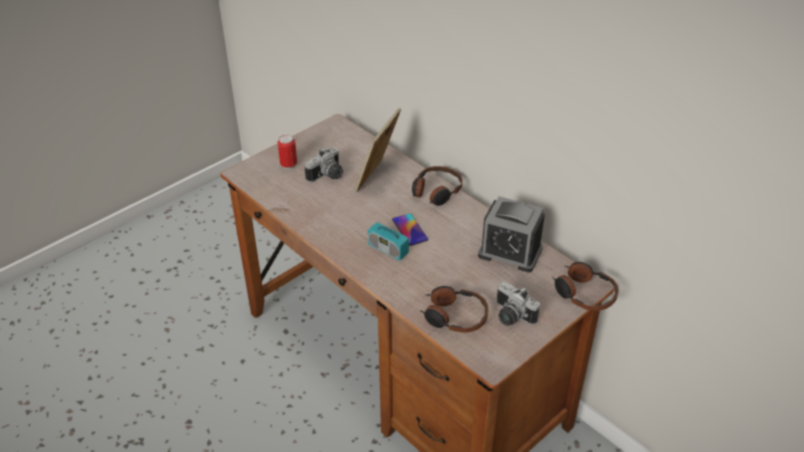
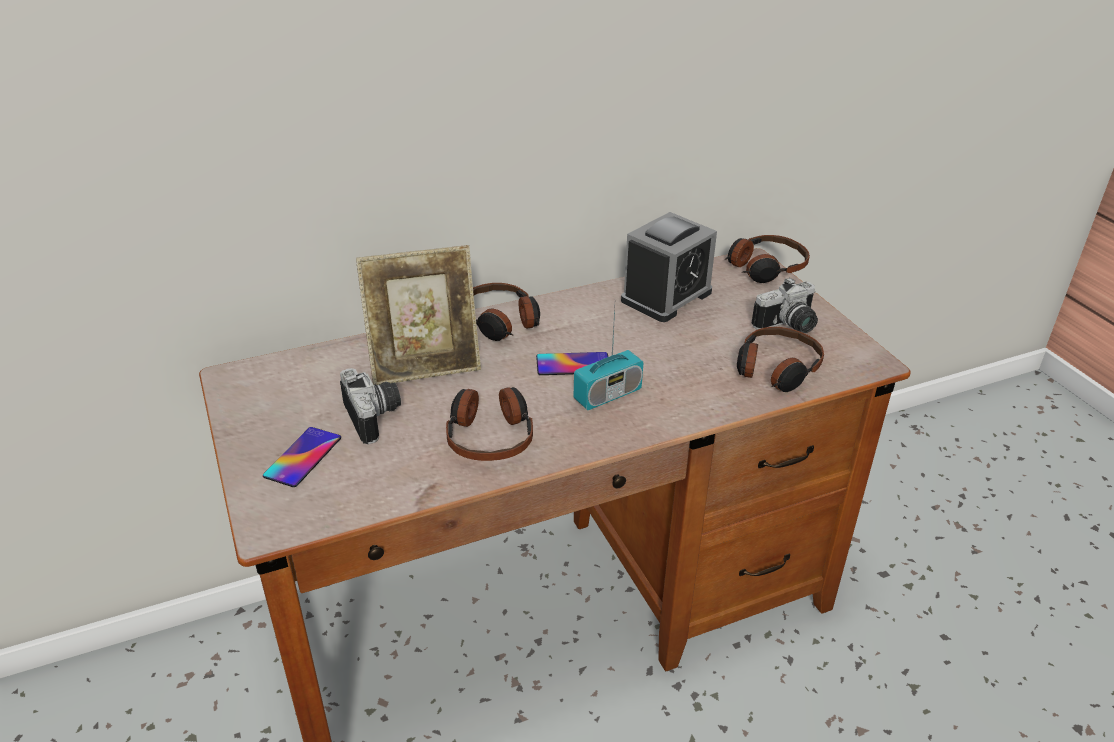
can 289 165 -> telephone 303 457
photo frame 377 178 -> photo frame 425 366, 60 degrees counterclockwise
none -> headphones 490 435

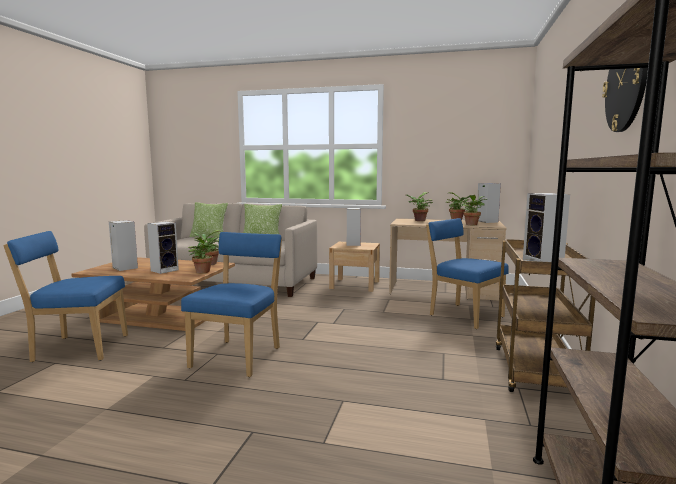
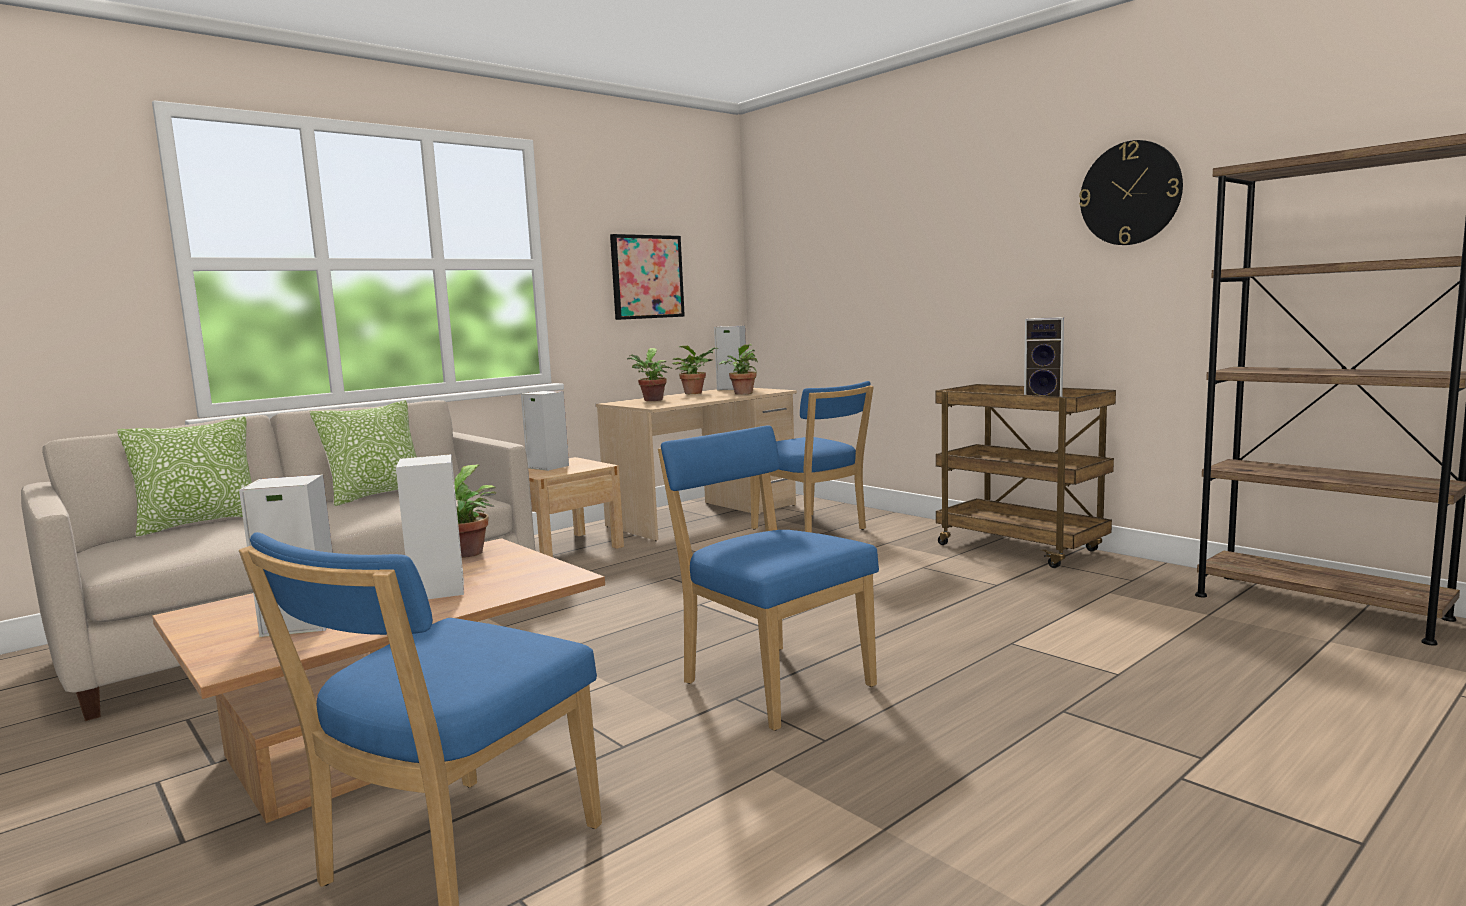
none -> wall picture 647 277
plain chair/bluish 463 315 -> plain chair/bluish 812 530, 120 degrees counterclockwise
potted plant 204 271 -> none

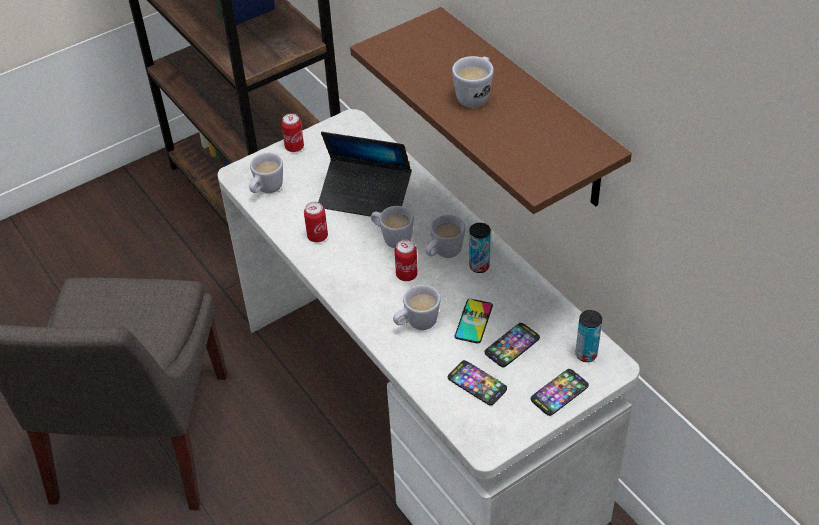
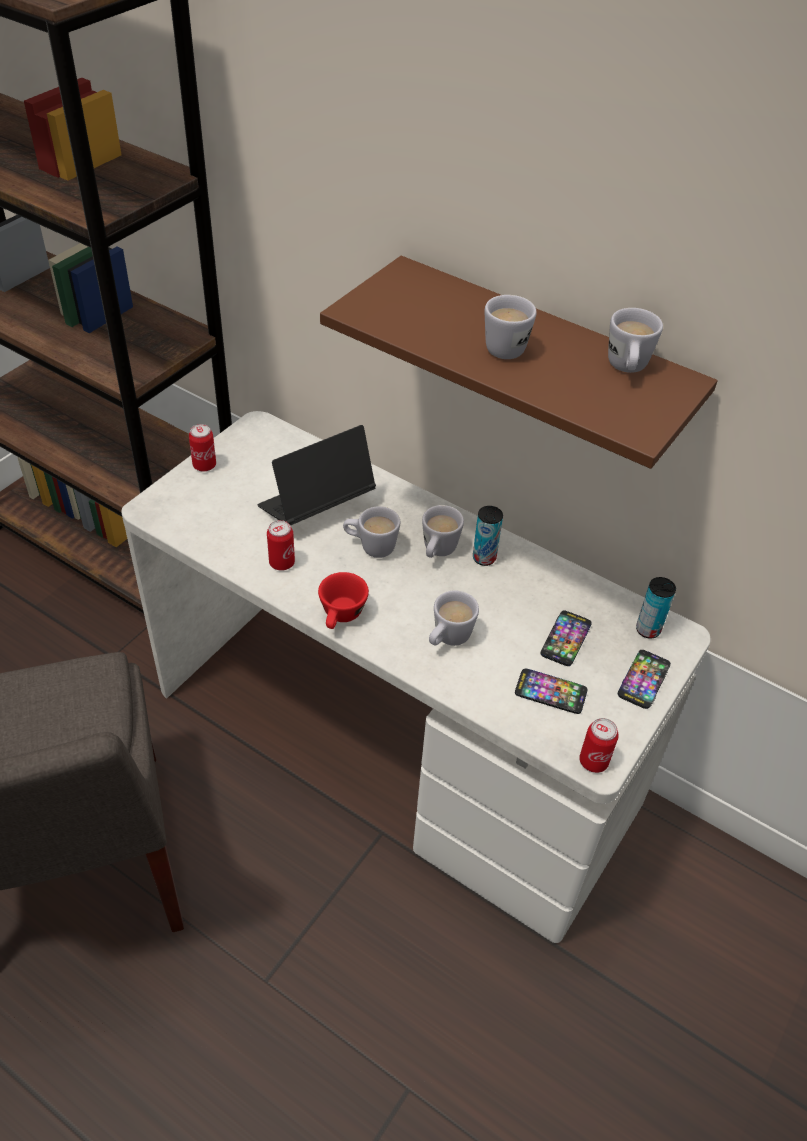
portable computer 365 196 -> portable computer 316 506, 150 degrees clockwise
none -> cup/reddish 341 616
can 406 275 -> can 593 761, relocated
coffee mug/white 266 190 -> coffee mug/white 626 369, relocated
telephone 473 321 -> none

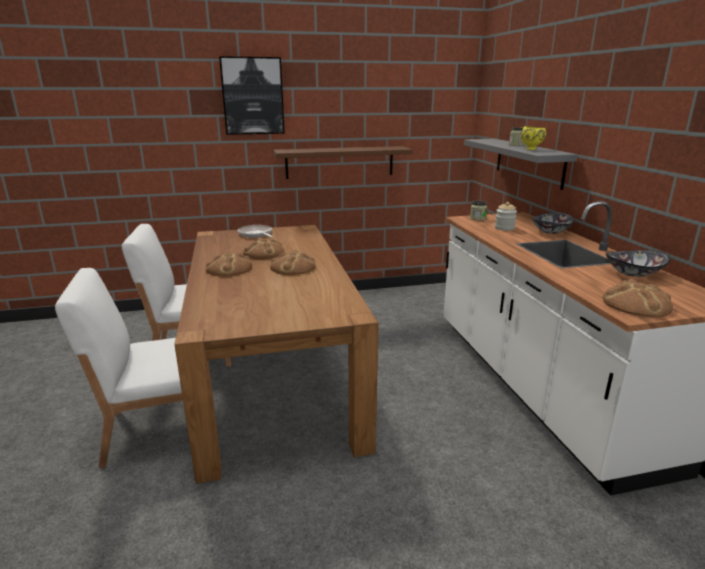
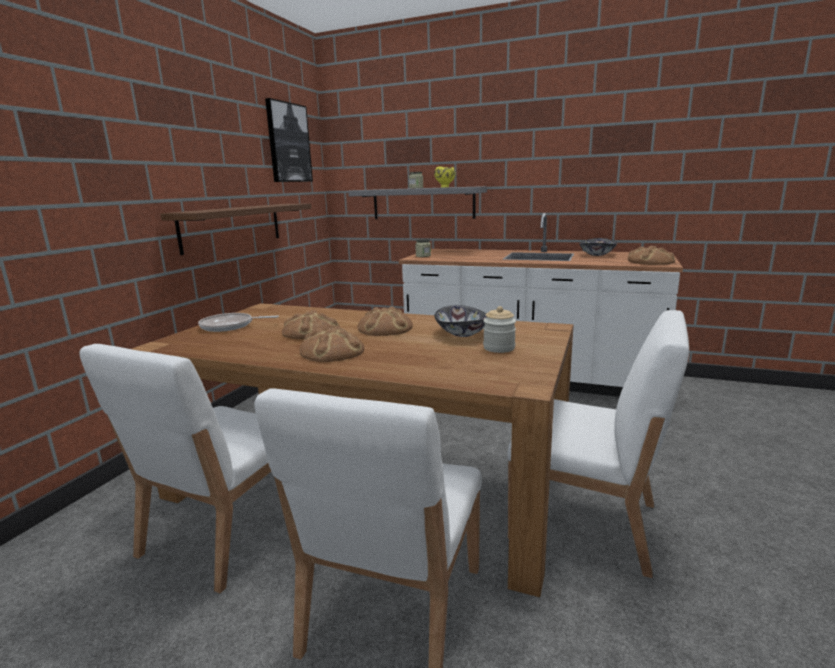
wall picture 252 96 -> wall picture 288 143, relocated
deep dish 551 231 -> deep dish 463 333, relocated
preserve jar 504 228 -> preserve jar 499 348, relocated
none -> plain chair/white 586 522

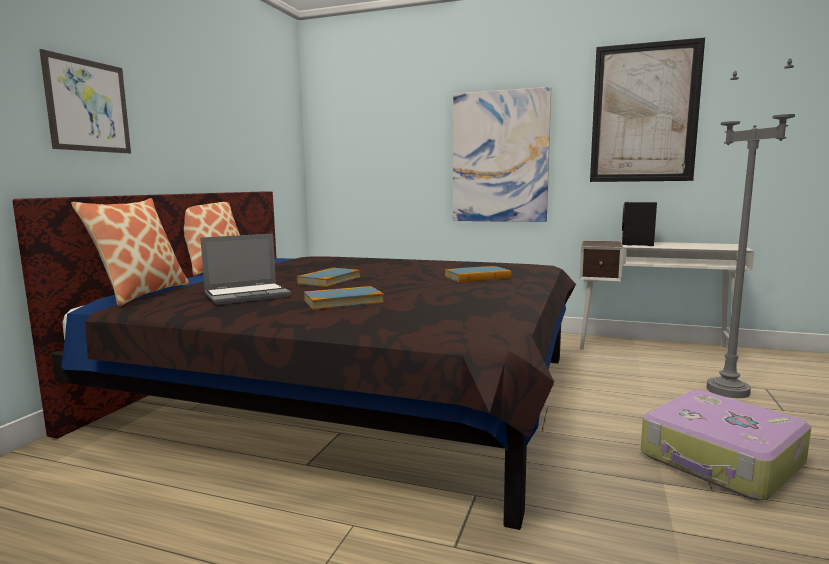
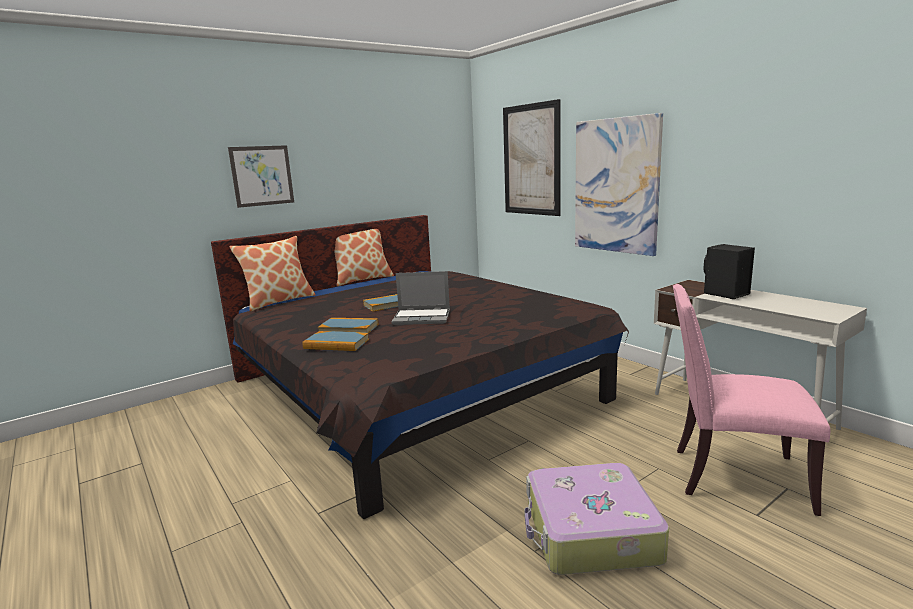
bound book 477 277 -> bound book 336 344, relocated
portable computer 248 295 -> portable computer 422 318, relocated
wall picture 644 113 -> wall picture 531 160, relocated
standard lamp/gray 727 390 -> plain chair/pink 733 477

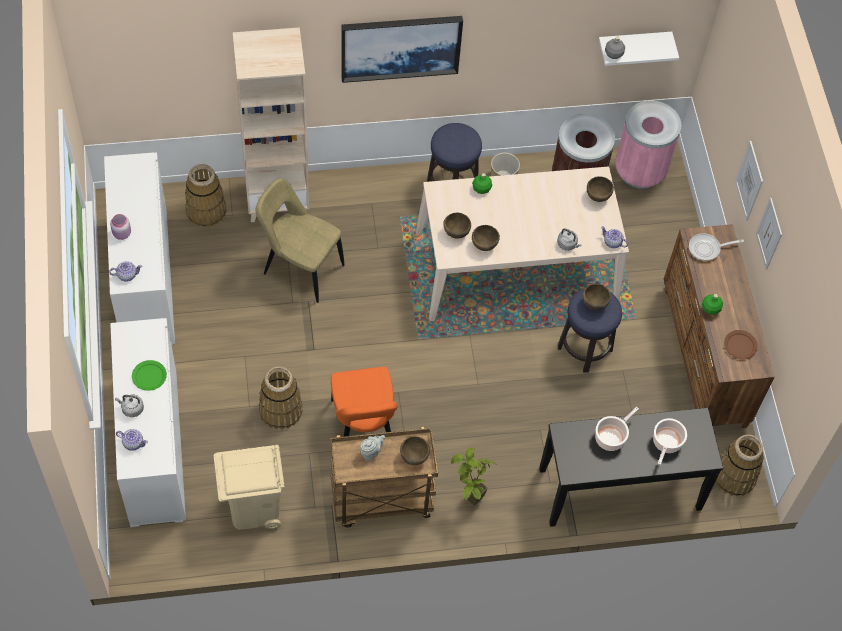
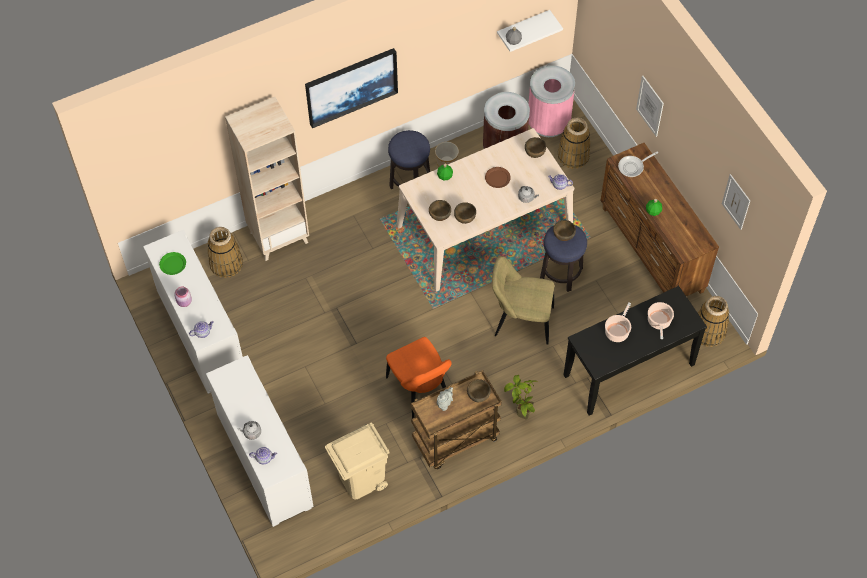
flat dish/green-coloured 149 376 -> flat dish/green-coloured 173 264, relocated
flat dish/brown 740 345 -> flat dish/brown 497 178, relocated
plain chair/beige-coloured 300 268 -> plain chair/beige-coloured 520 321, relocated
basket 281 410 -> basket 573 156, relocated
wall picture 769 233 -> wall picture 736 202, relocated

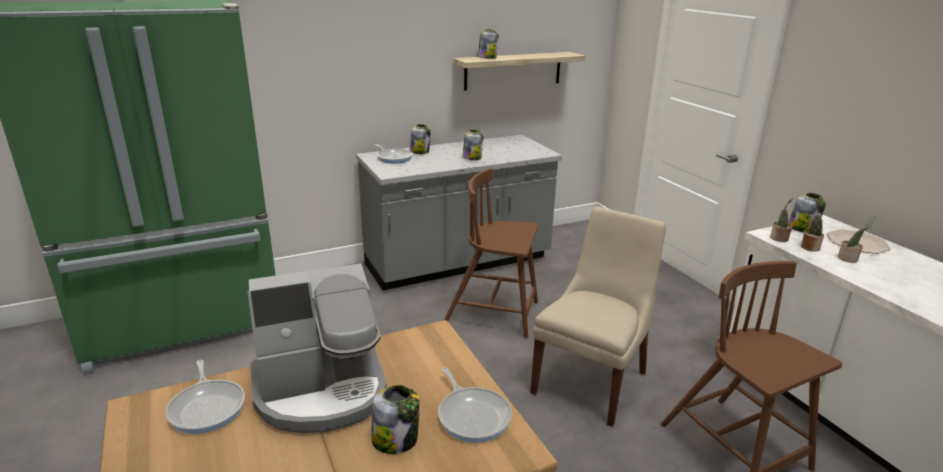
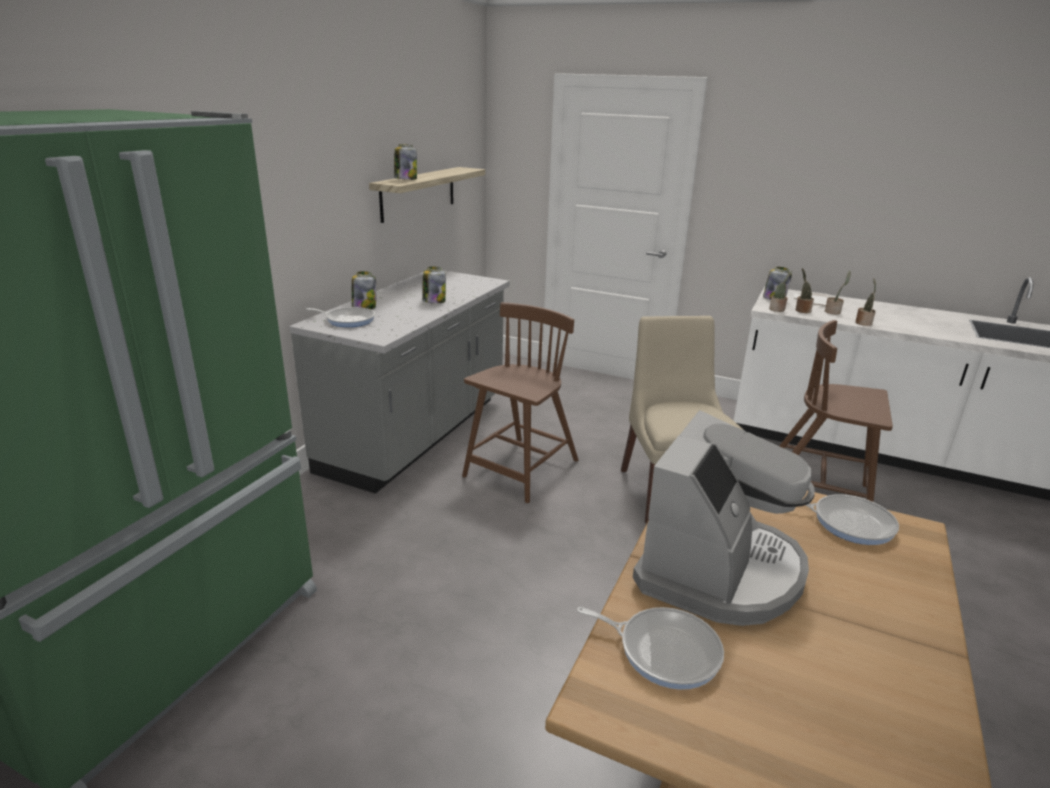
plain chair/brown 493 314 -> plain chair/brown 520 470, 150 degrees clockwise
none -> potted plant 863 323
preserve jar 396 439 -> none

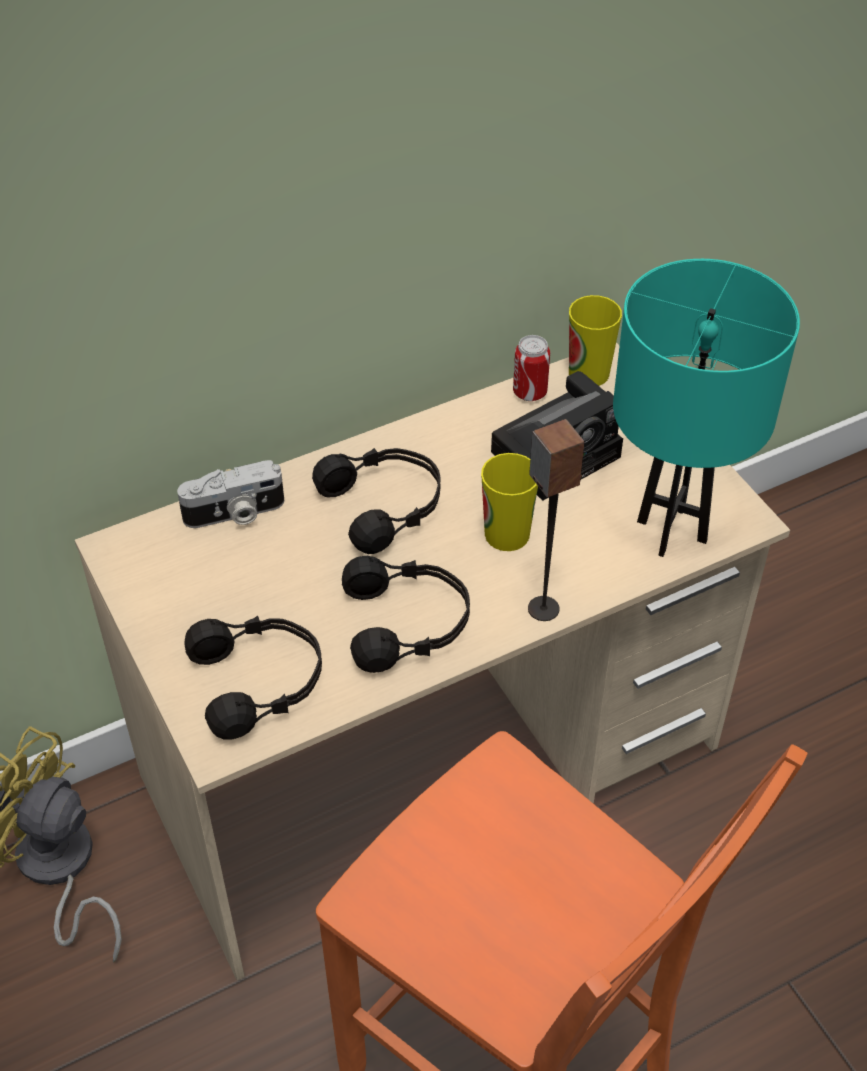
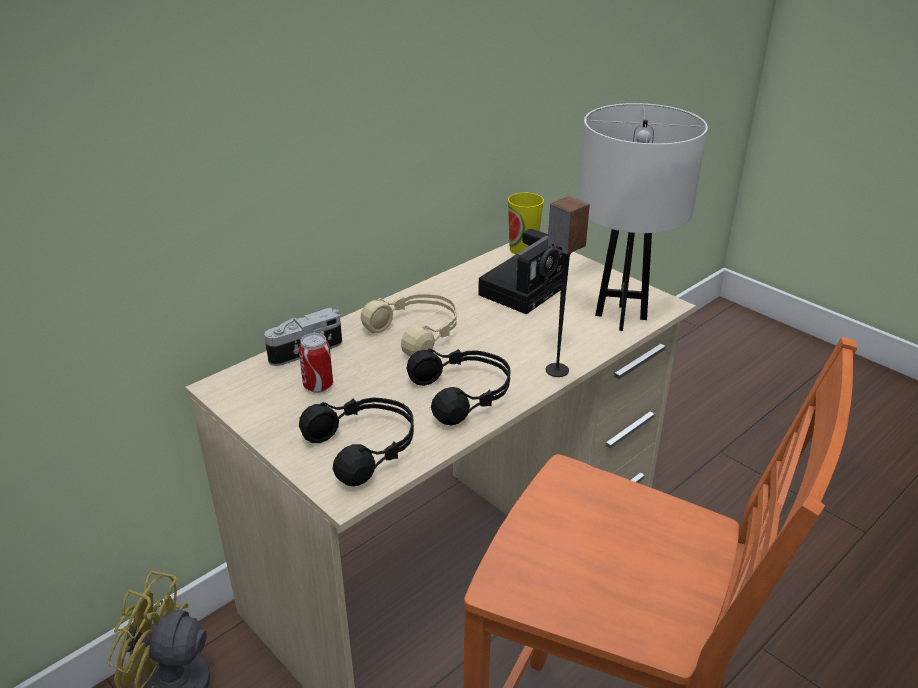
can 530 392 -> can 318 386, relocated
headphones/black 385 506 -> headphones/beige-coloured 417 333
lamp for a table/turquoise-coloured 671 531 -> lamp for a table/white 620 317
cup 507 534 -> none

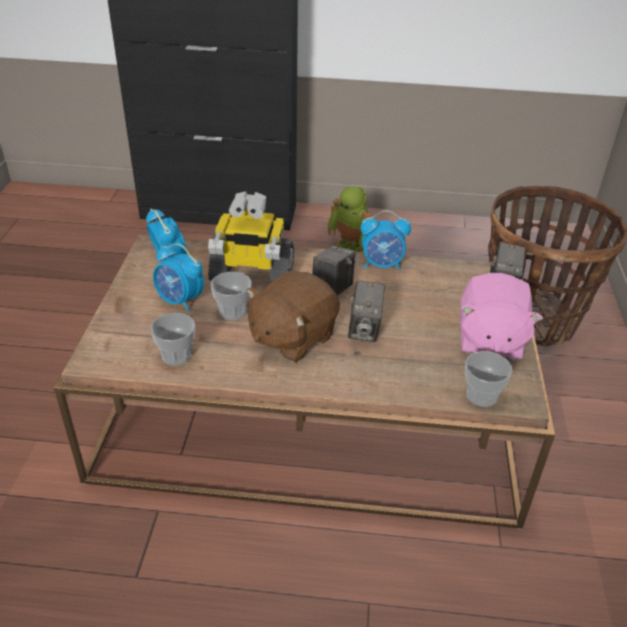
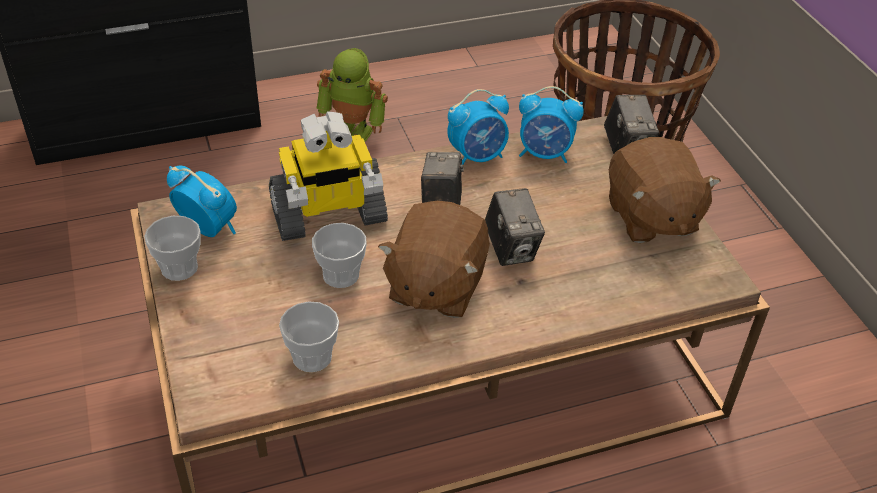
cup 481 395 -> cup 179 268, relocated
table clock 180 301 -> table clock 545 154, relocated
soft toy/pink 489 339 -> soft toy/brown 650 217

